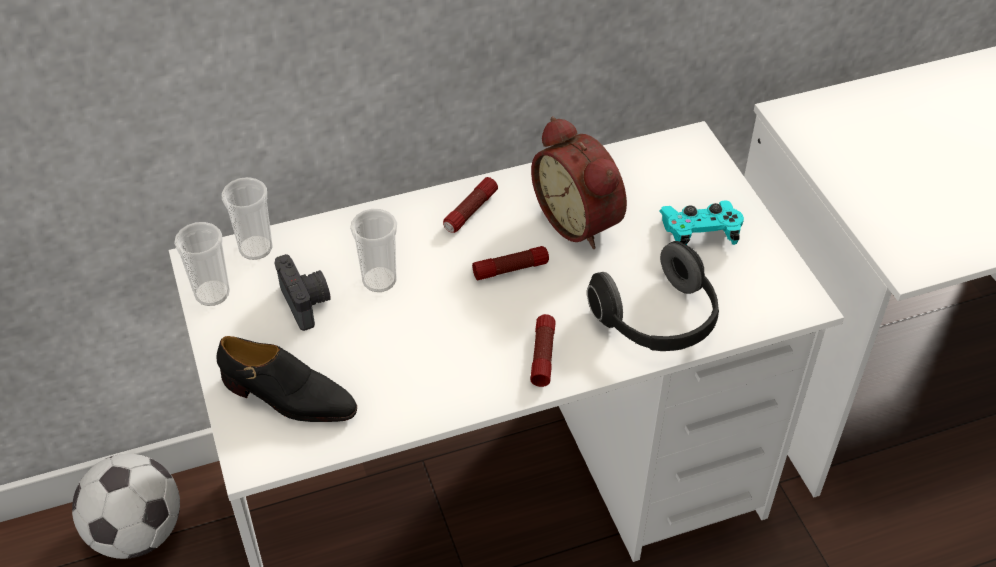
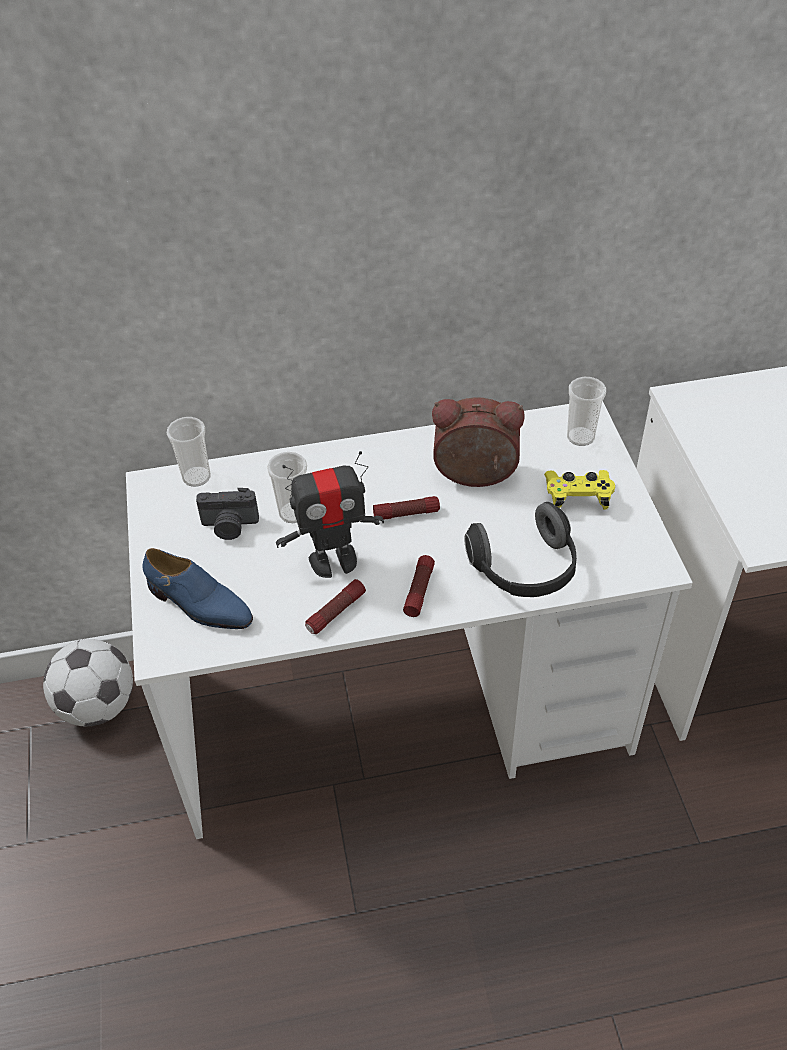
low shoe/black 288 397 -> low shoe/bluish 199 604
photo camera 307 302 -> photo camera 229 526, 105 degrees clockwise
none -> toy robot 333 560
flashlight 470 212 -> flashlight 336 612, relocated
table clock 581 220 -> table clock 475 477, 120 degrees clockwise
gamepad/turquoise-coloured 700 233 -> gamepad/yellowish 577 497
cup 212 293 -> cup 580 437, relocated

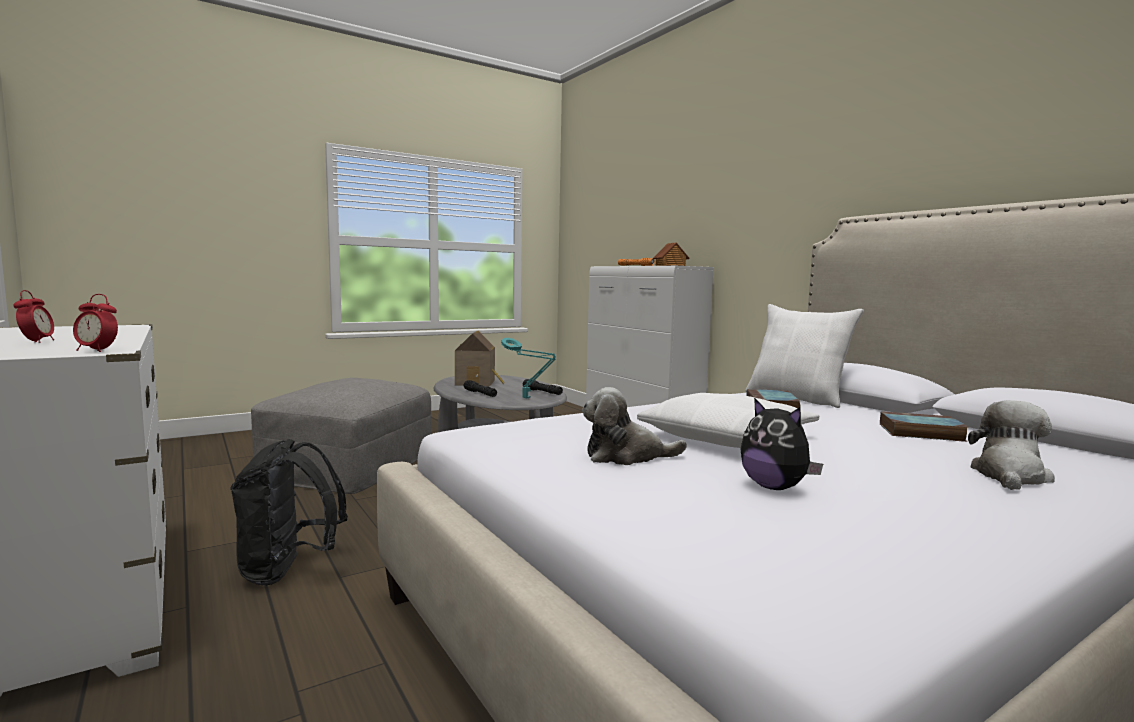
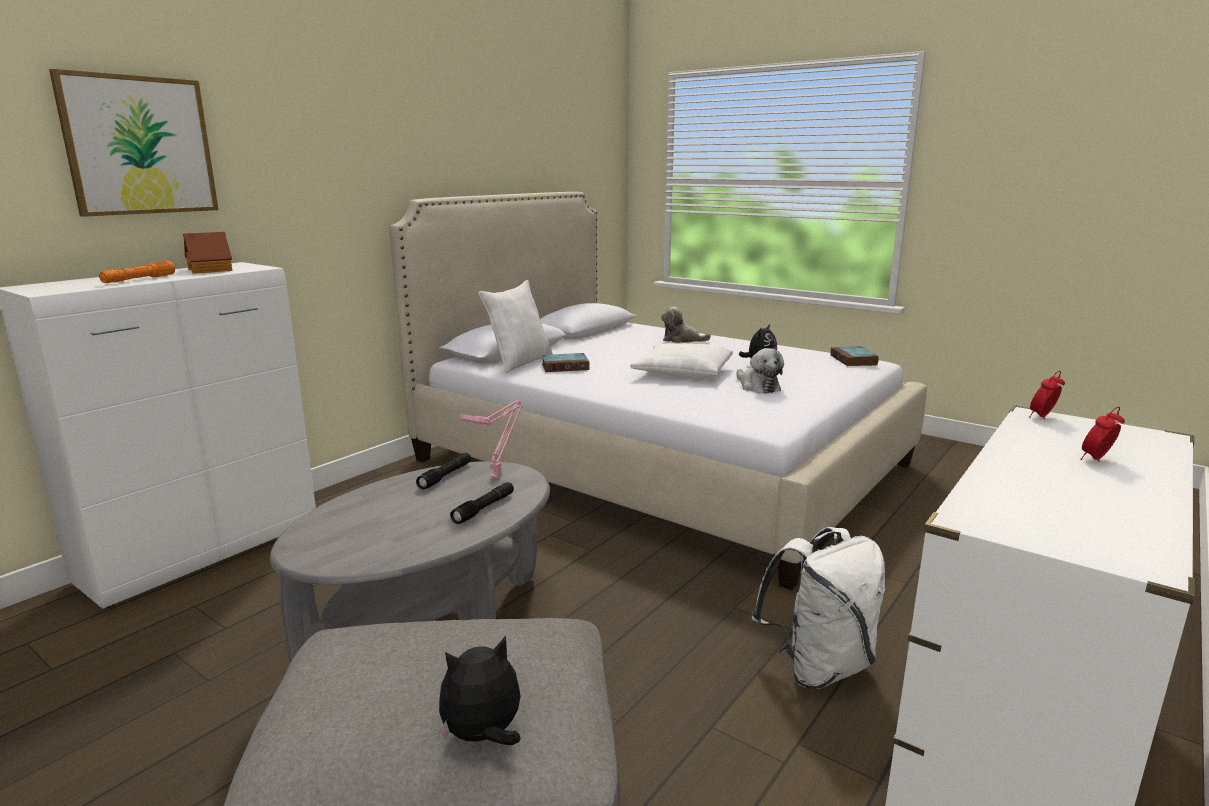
none -> wall picture 139 146
none -> soft toy 483 736
lamp for a table/turquoise-coloured 528 398 -> lamp for a table/pink 497 476
rucksack/black 288 570 -> rucksack/white 818 666
bound book 919 432 -> bound book 854 360, relocated
table clock 97 351 -> table clock 1042 417, 120 degrees counterclockwise
miniature house 477 382 -> none

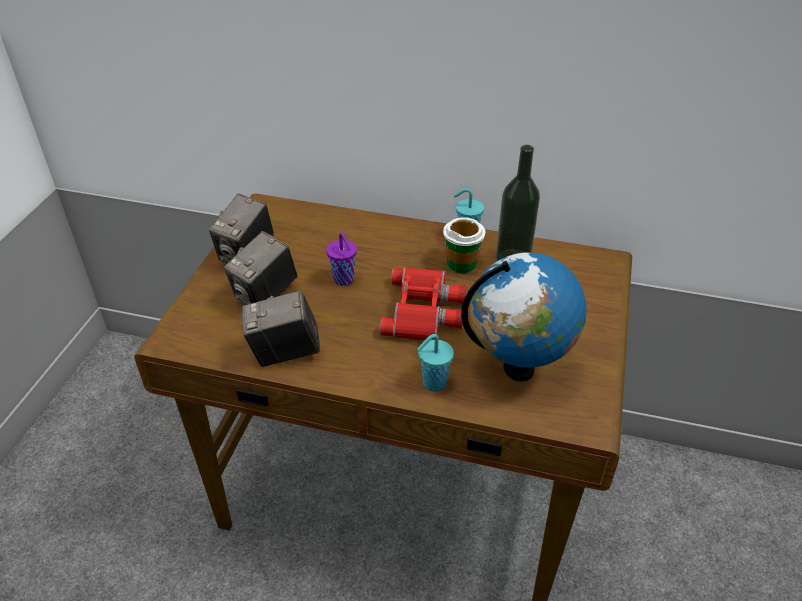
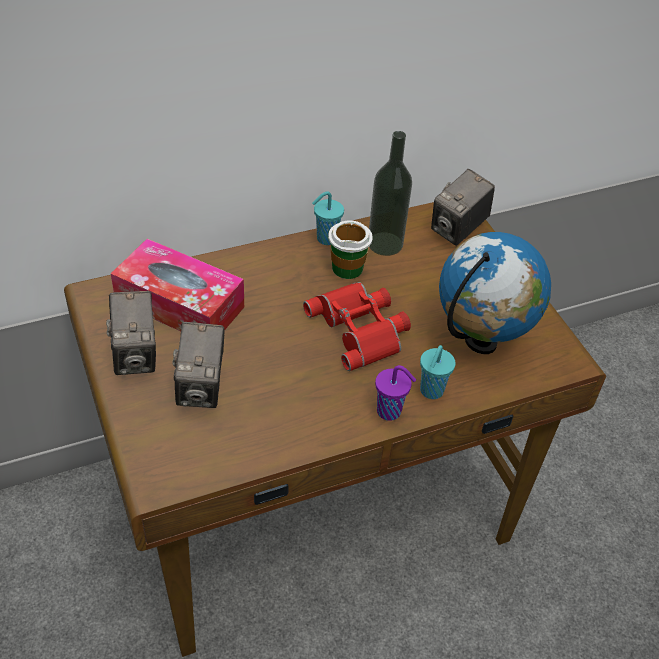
none -> tissue holder 180 304
cup/purple 344 280 -> cup/purple 390 412, relocated
photo camera 285 353 -> photo camera 458 230, relocated

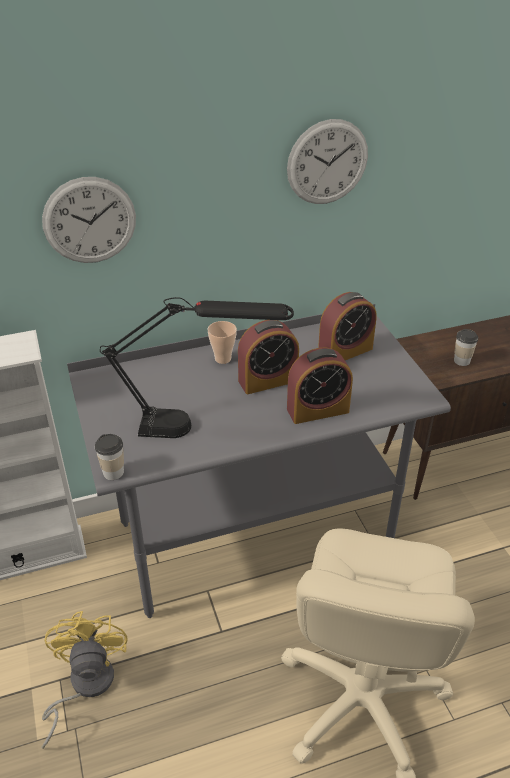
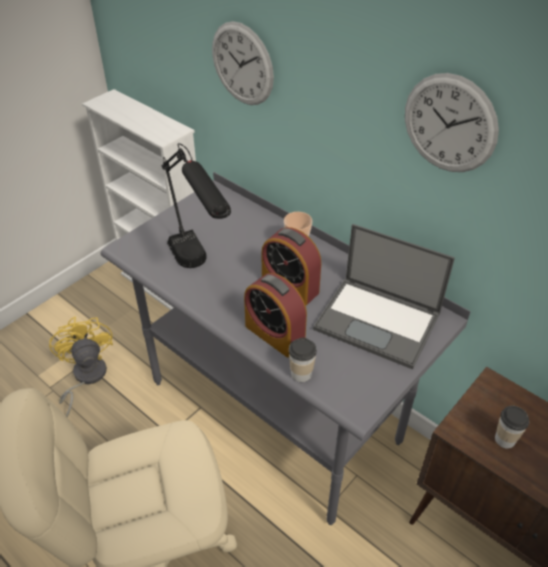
cooling fan/yellowish 84 686 -> cooling fan/yellowish 85 378, 75 degrees counterclockwise
cup 113 472 -> cup 301 374, relocated
table clock 345 351 -> portable computer 379 321

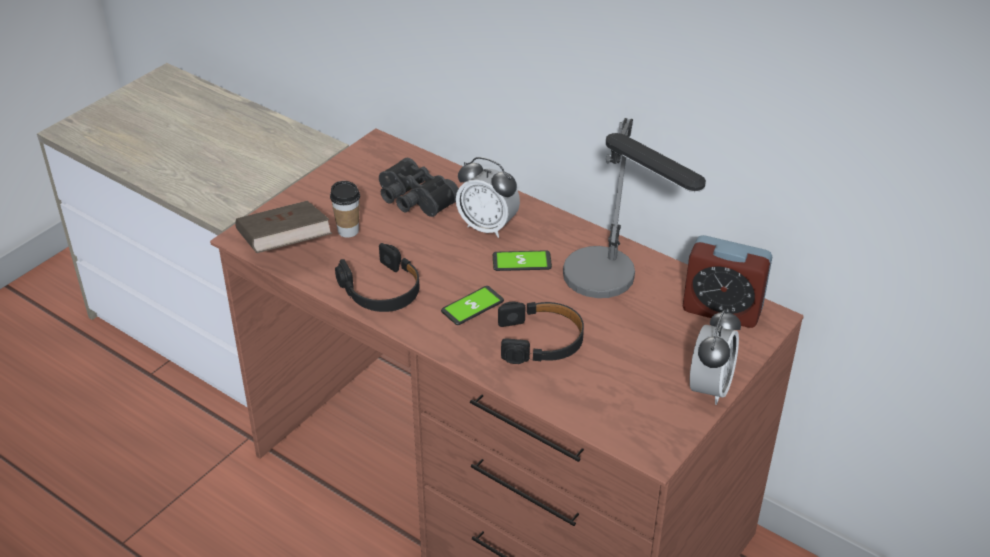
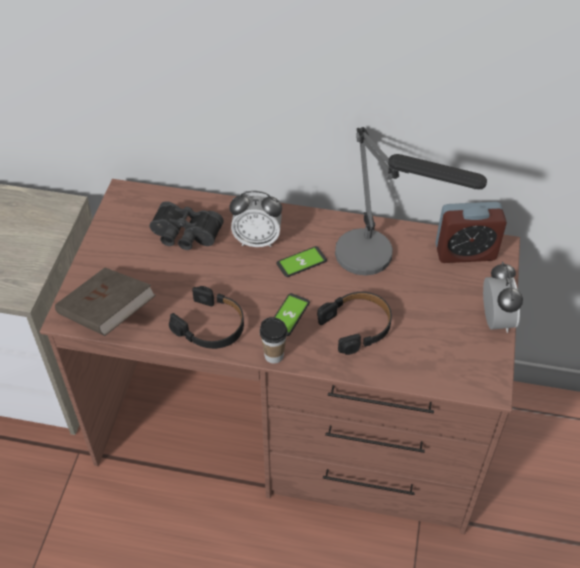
cup 348 231 -> cup 274 355, relocated

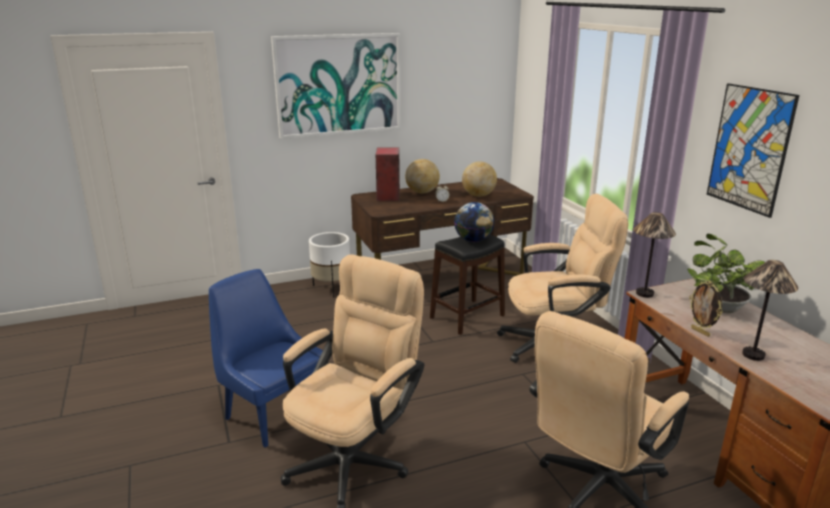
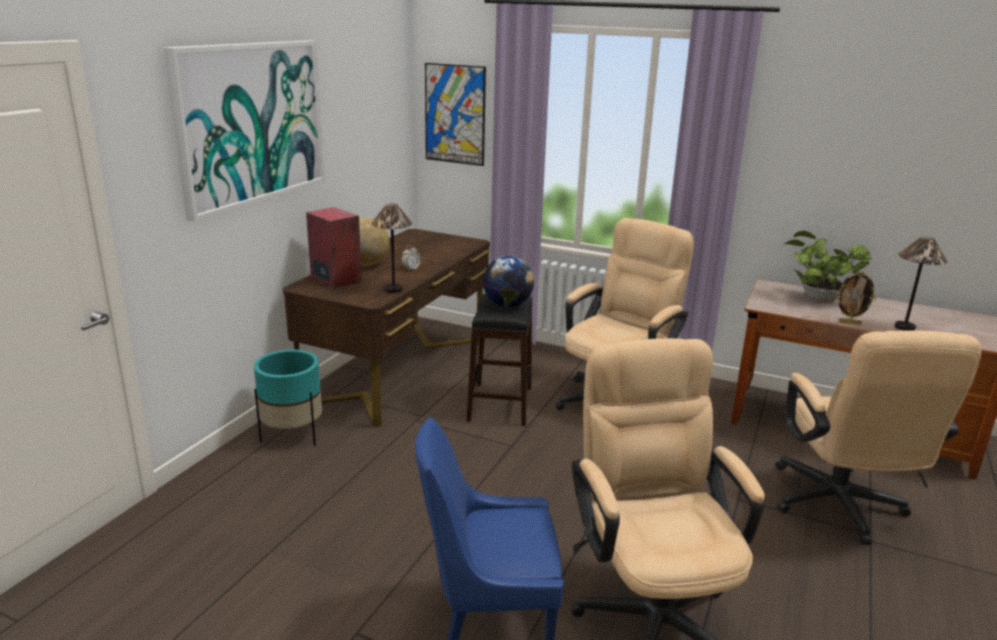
planter/white 331 288 -> planter/turquoise-coloured 293 435
lamp for a table 644 293 -> lamp for a table 393 289, relocated
wall picture 749 149 -> wall picture 455 114, relocated
desk globe 478 195 -> none

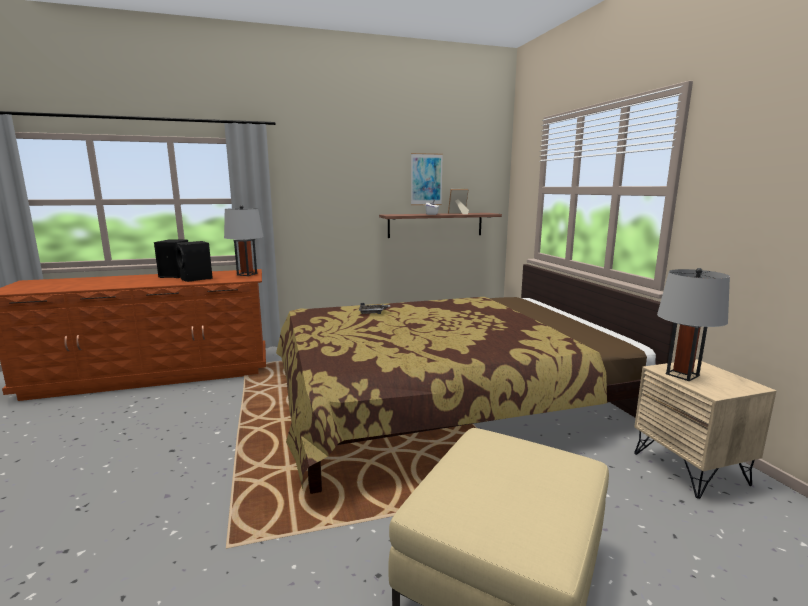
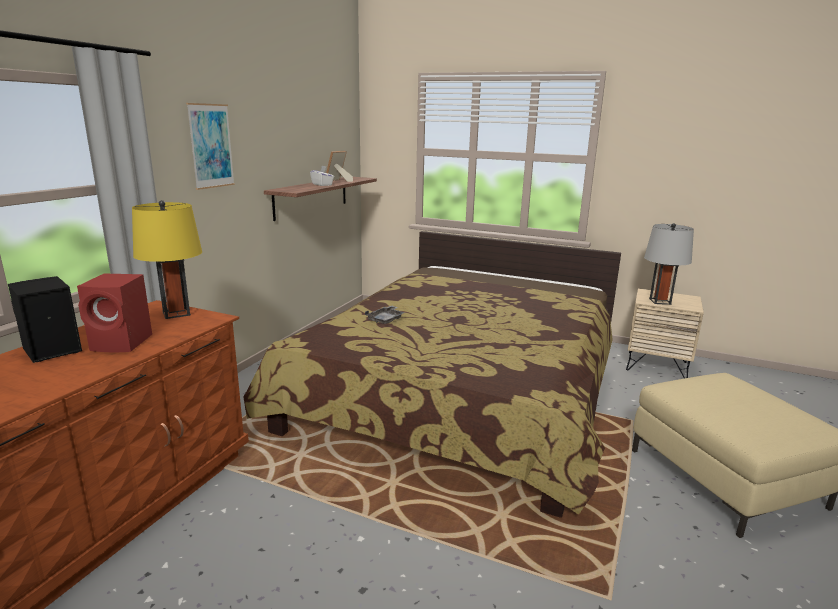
speaker/black 196 279 -> speaker/reddish 123 343
lamp for a table/gray 247 274 -> lamp for a table/yellowish 176 313
wall picture 426 179 -> wall picture 211 146, relocated

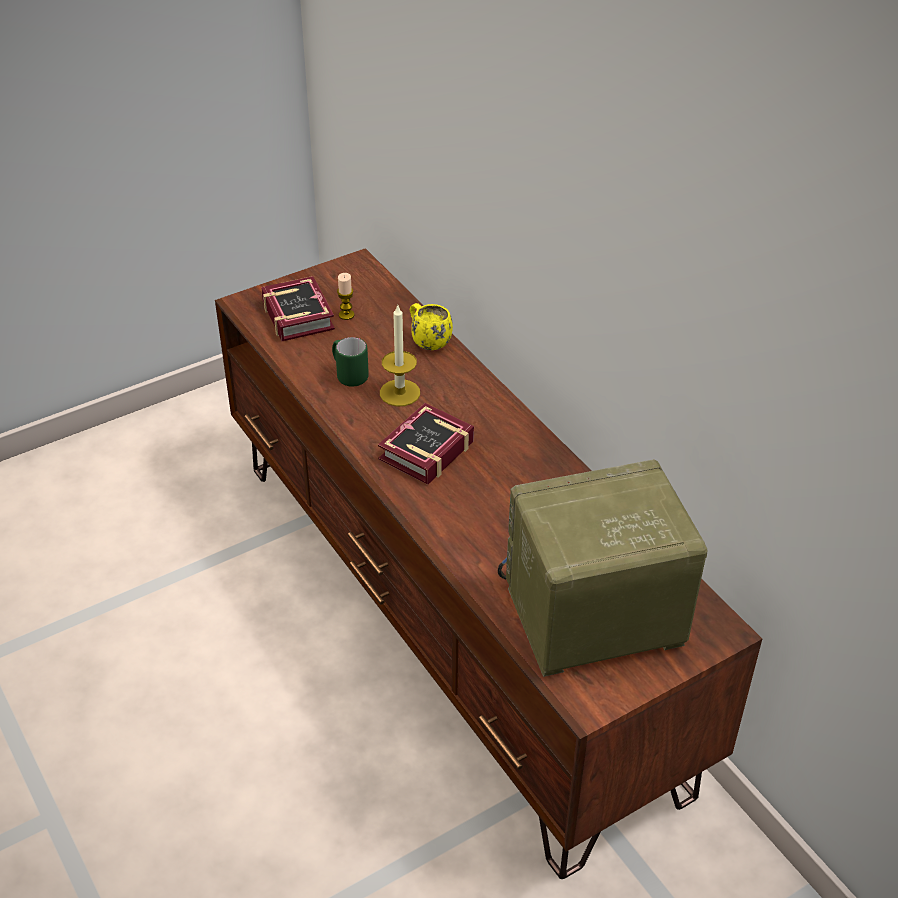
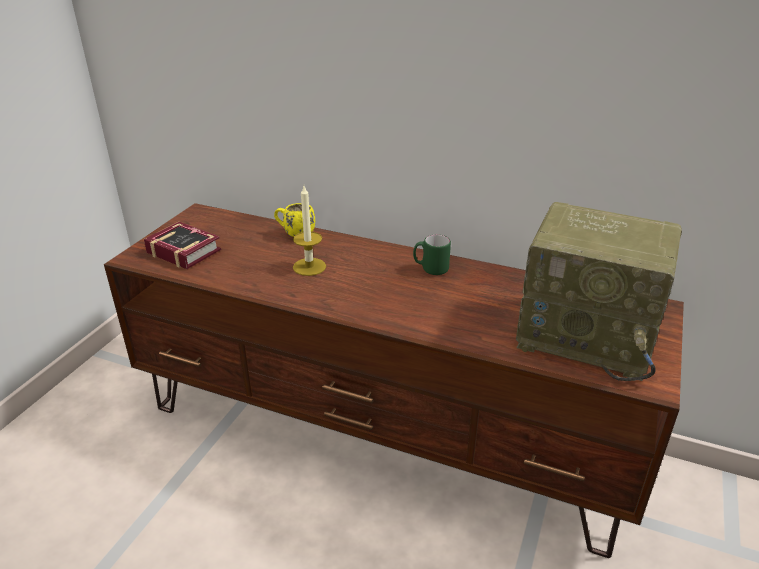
coffee mug/green-coloured 349 375 -> coffee mug/green-coloured 430 269, relocated
radio set 592 619 -> radio set 588 336, 105 degrees counterclockwise
wax candle 346 315 -> none
bound book 422 452 -> none

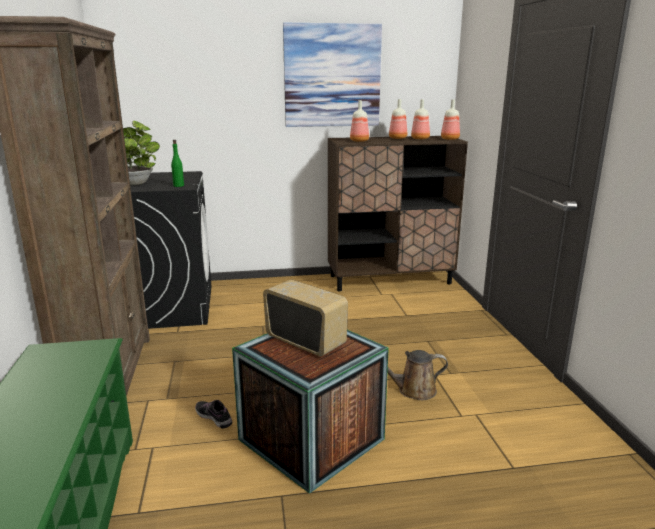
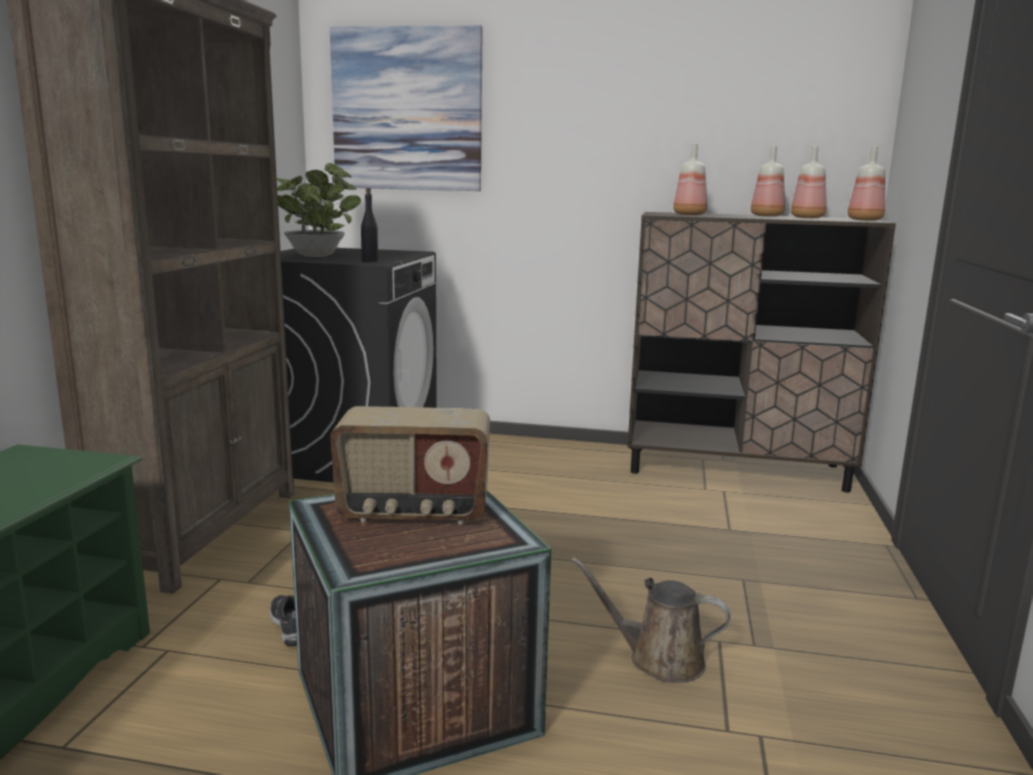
wall picture 332 76 -> wall picture 407 110, relocated
radio set 306 342 -> radio set 414 513, 120 degrees clockwise
beverage bottle/green-coloured 178 185 -> beverage bottle/black 370 261

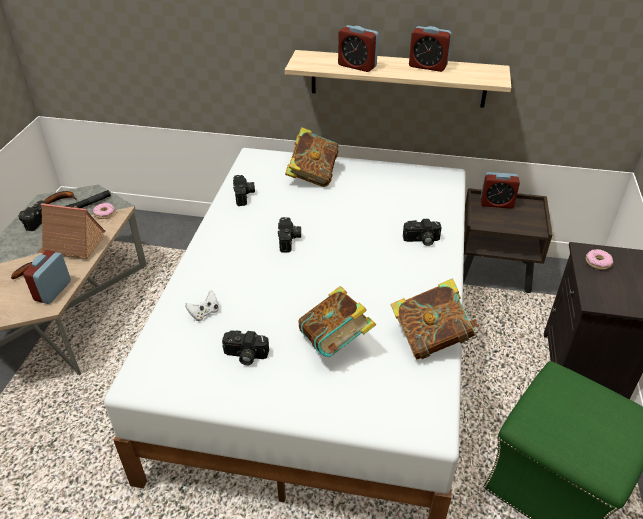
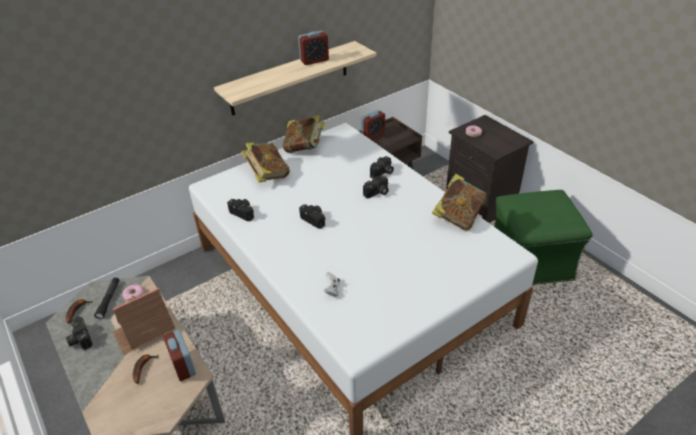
bound book 335 342 -> bound book 305 148, relocated
photo camera 245 356 -> photo camera 377 193, relocated
table clock 357 66 -> none

